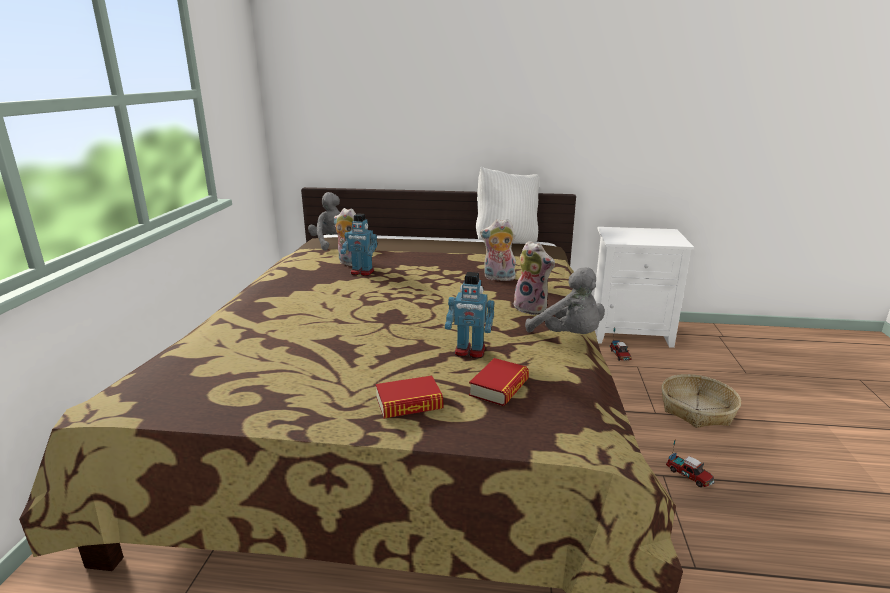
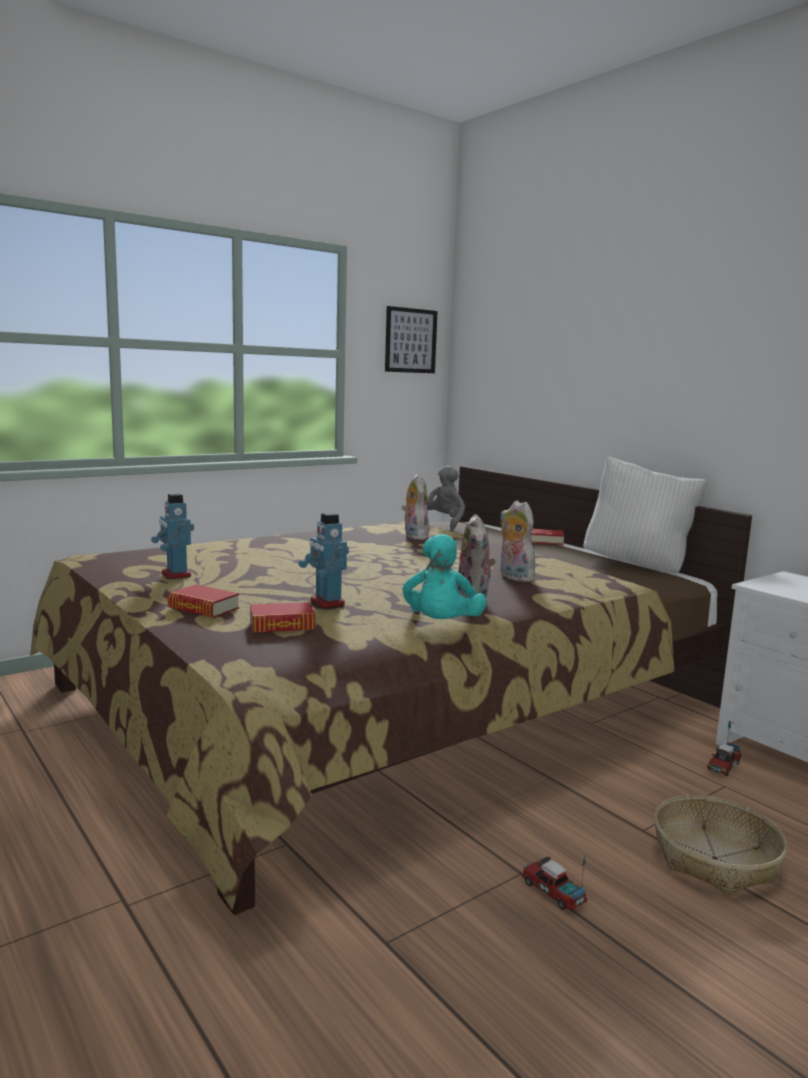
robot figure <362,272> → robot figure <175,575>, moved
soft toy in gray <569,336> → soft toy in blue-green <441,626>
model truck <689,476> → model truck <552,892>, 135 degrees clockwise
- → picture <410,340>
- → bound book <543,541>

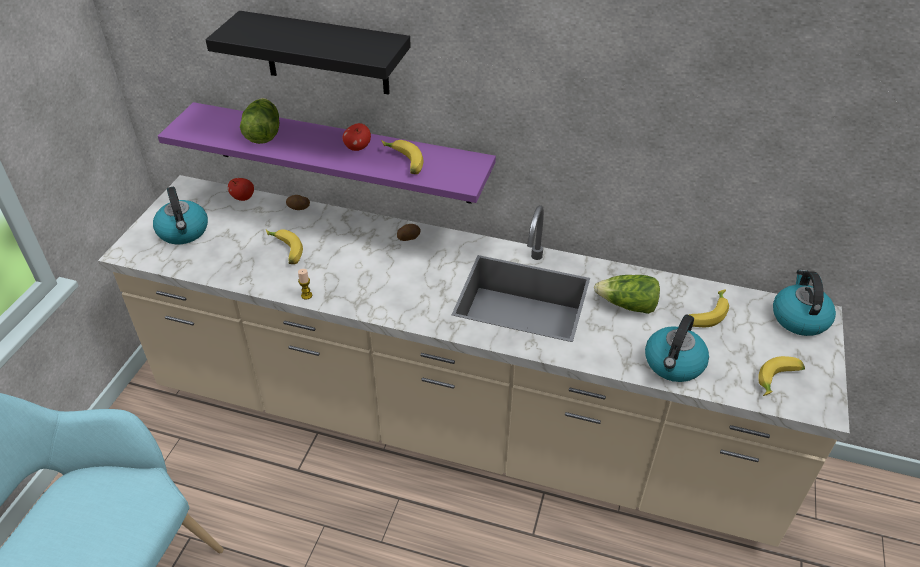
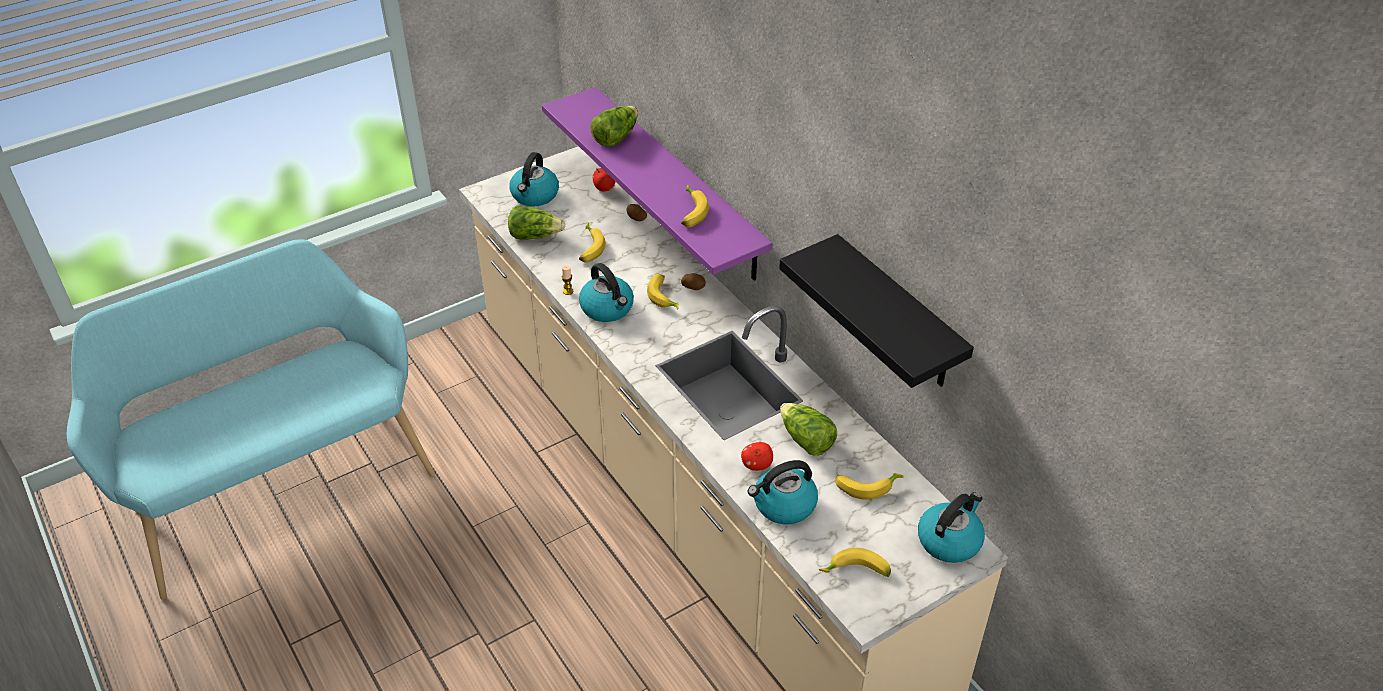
bracket shelf in blackish <326,54> → bracket shelf in blackish <898,315>, moved
apple fruit <357,148> → apple fruit <757,465>, moved
- → lettuce head <535,235>
- → water kettle <608,308>
- → whole banana <665,297>

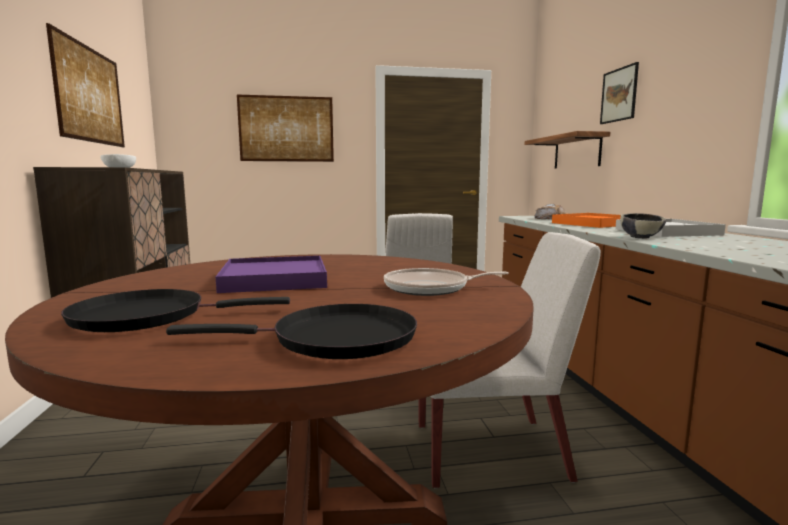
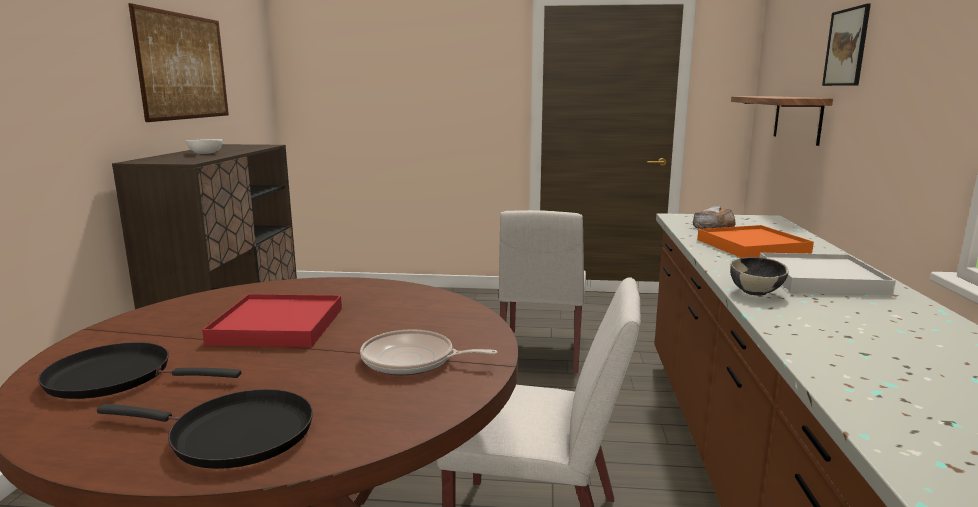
picture <286,129> → -
serving tray in purplish <274,279> → serving tray in red <277,326>

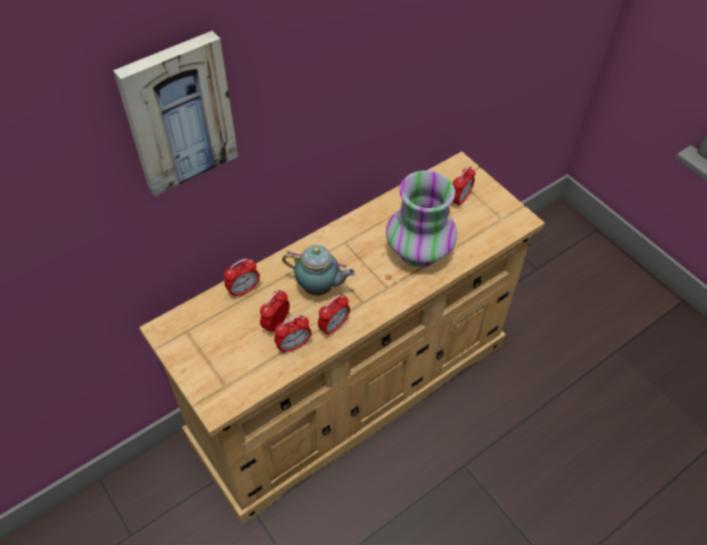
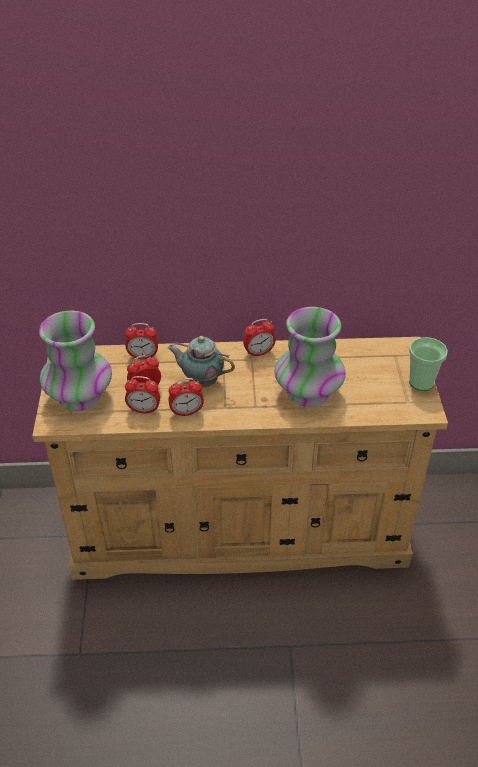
picture <178,113> → -
alarm clock <460,199> → alarm clock <259,353>, moved
pot for tea <319,288> → pot for tea <201,381>, 150 degrees clockwise
- → flower vase <79,397>
- → drinking cup <421,382>

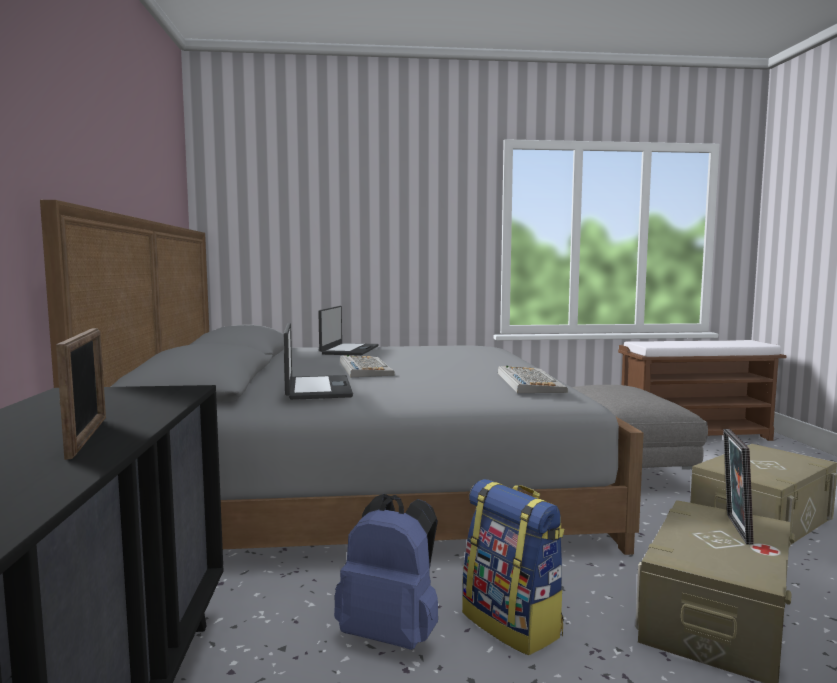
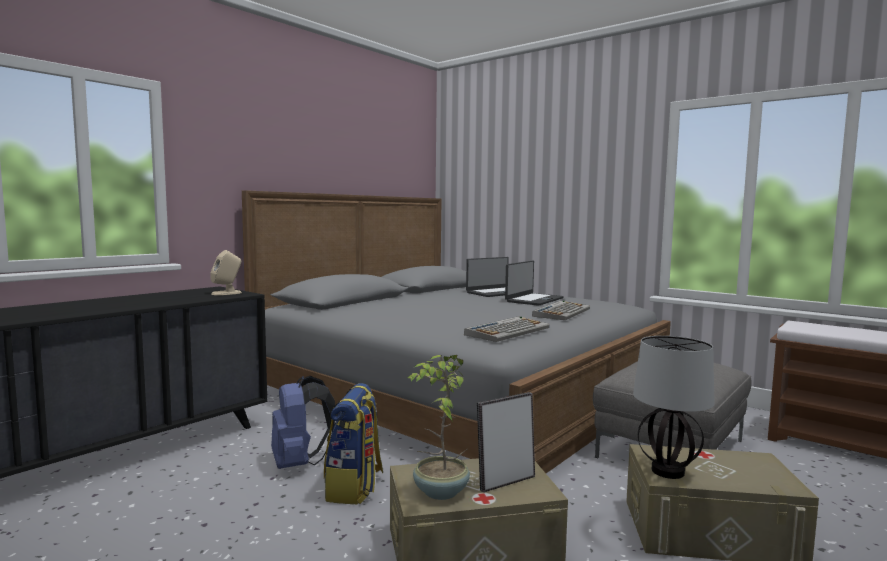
notebook computer <316,388> → notebook computer <534,300>, moved
picture frame <87,437> → -
keyboard <364,368> → keyboard <561,312>, moved
- → speaker in sand-coloured <227,293>
- → lamp for a table <668,471>
- → potted plant <439,492>

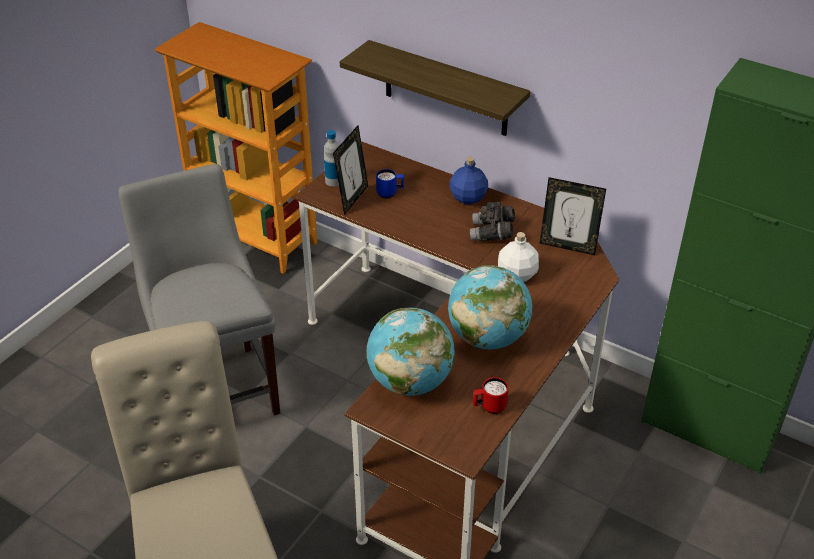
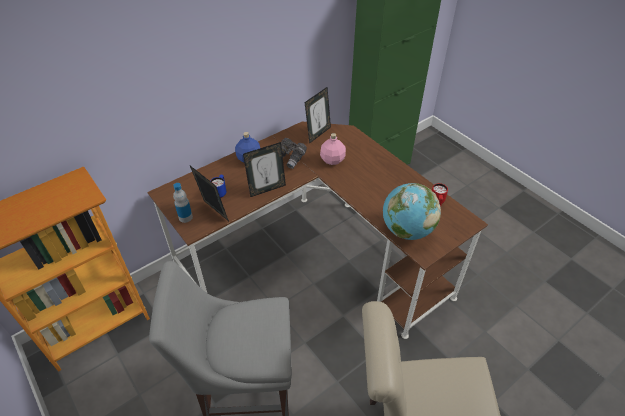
bracket shelf <446,89> → -
bottle in whitish <516,274> → bottle in pink-coloured <332,160>
desk globe <487,337> → -
- → picture frame <267,189>

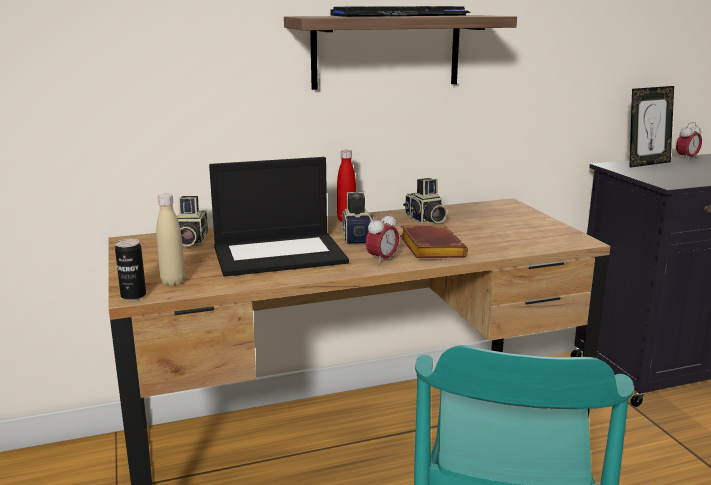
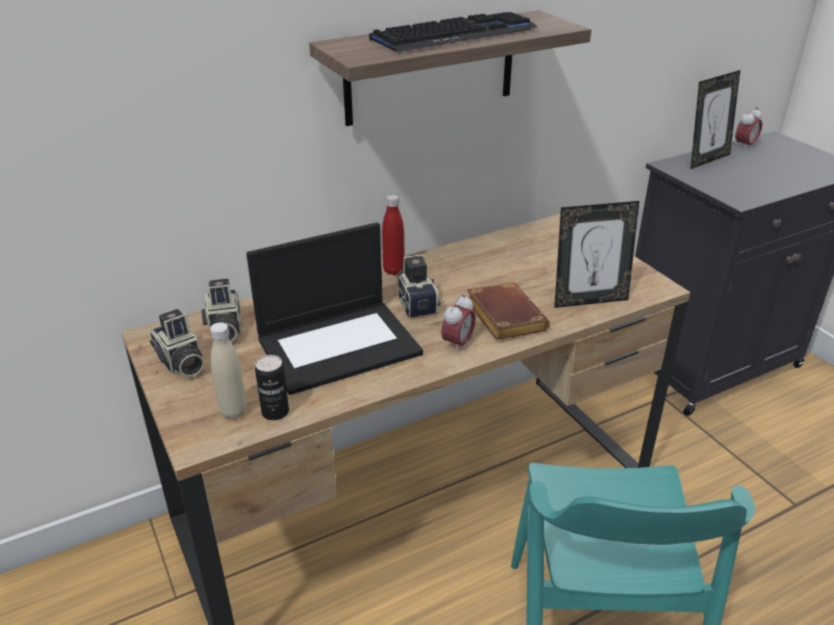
still camera <425,219> → still camera <180,363>, moved
sealed can <133,295> → sealed can <275,412>, moved
- → picture frame <589,300>

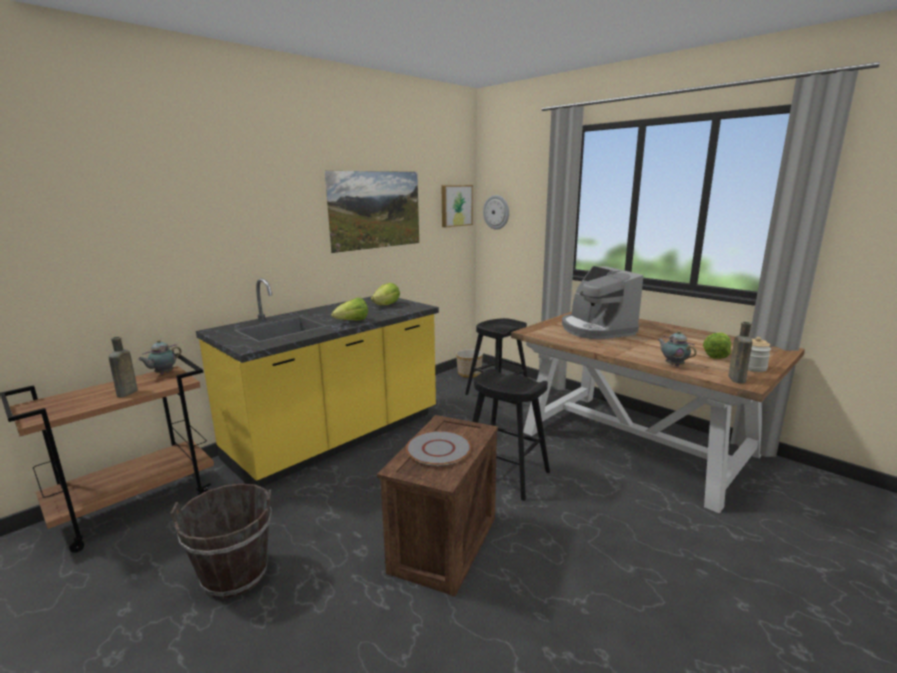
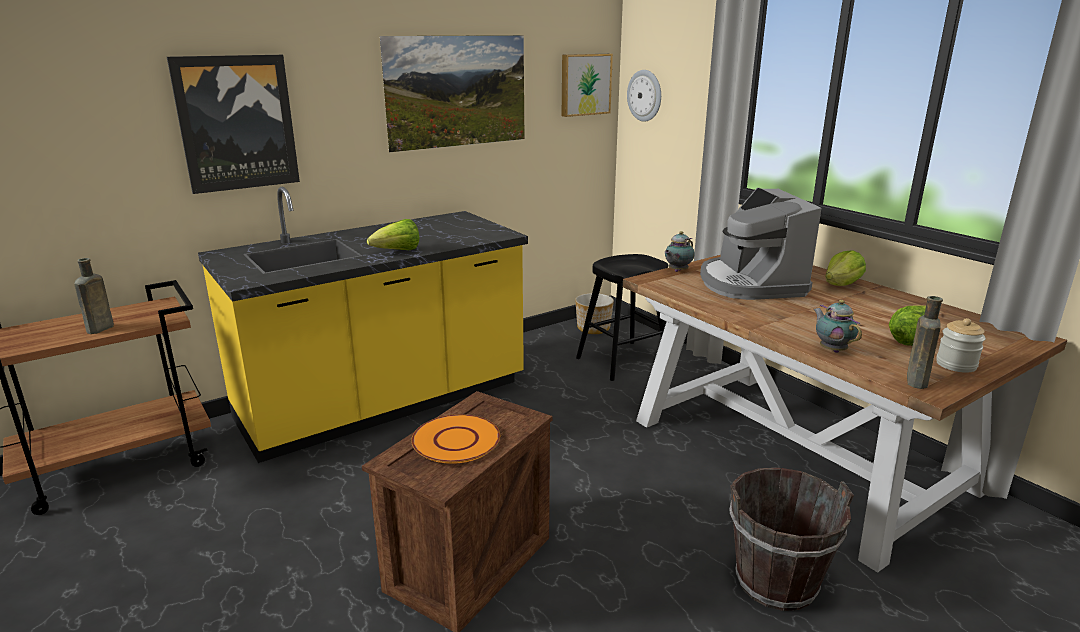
lettuce head <387,305> → lettuce head <842,285>, moved
pot for tea <163,373> → pot for tea <677,271>, moved
stool in blackish <505,474> → -
plate in gray <438,449> → plate in orange <456,440>
pail in brown <235,574> → pail in brown <776,581>, moved
- → picture <237,123>

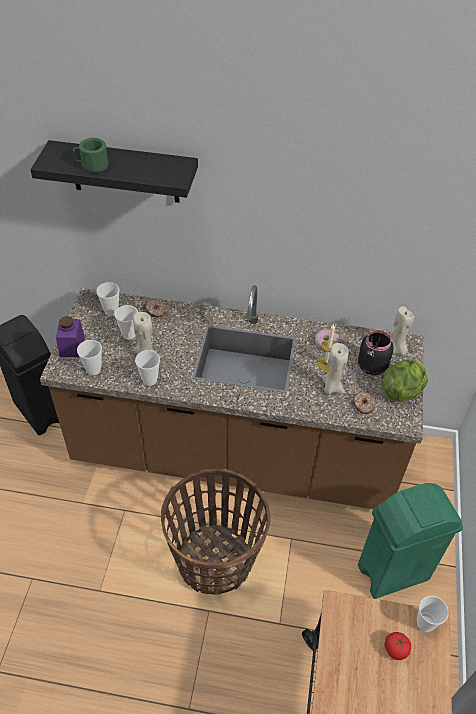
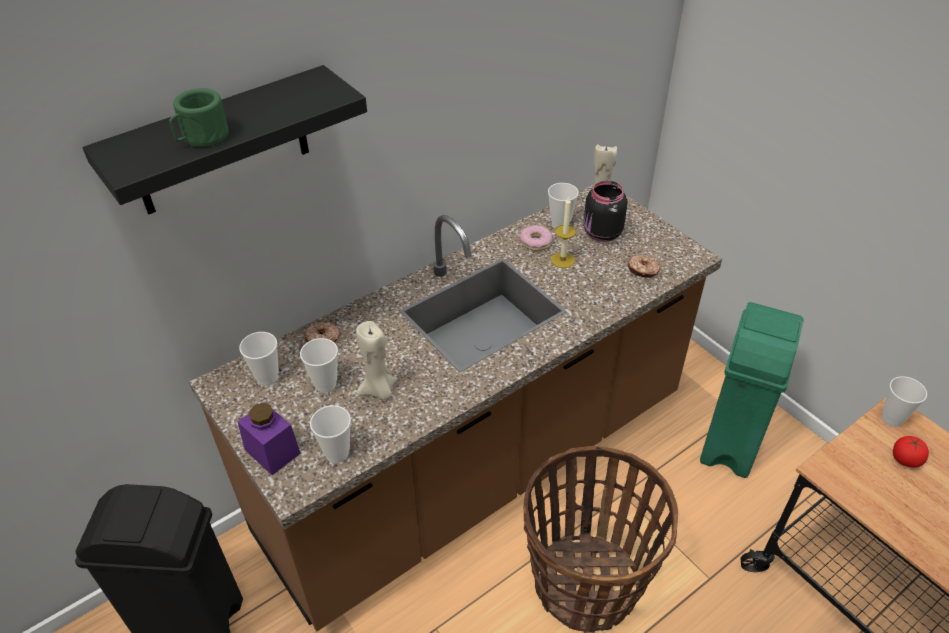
wax candle in sand-coloured <331,387> → -
drinking cup <149,380> → drinking cup <560,224>, moved
lettuce head <402,390> → -

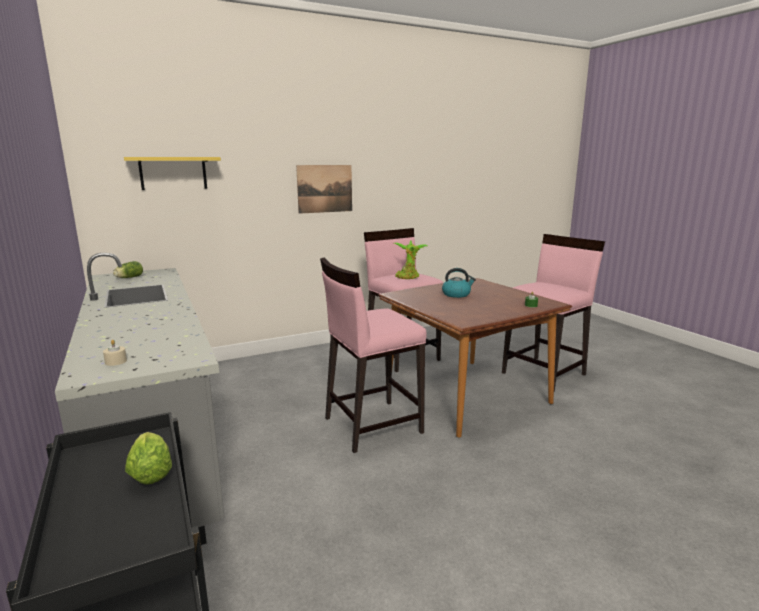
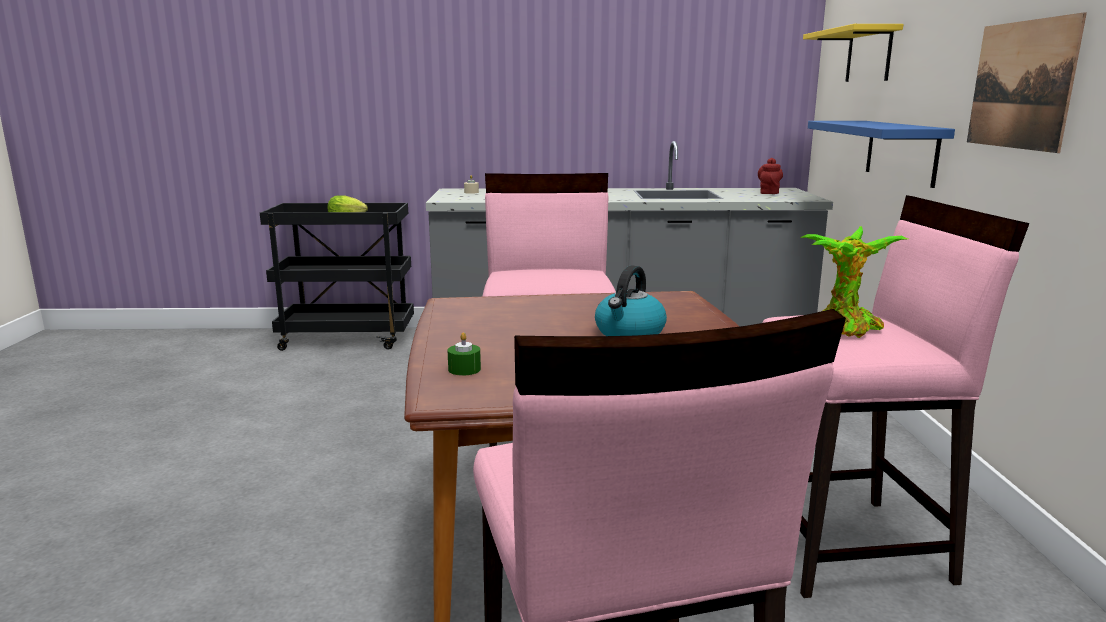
lettuce head <128,278> → pot for tea in red <769,193>
- → bracket shelf in blue <901,151>

